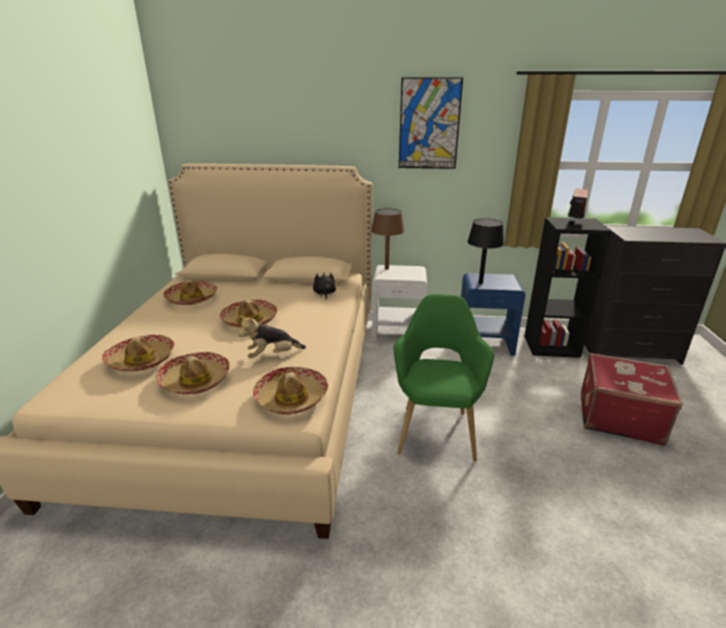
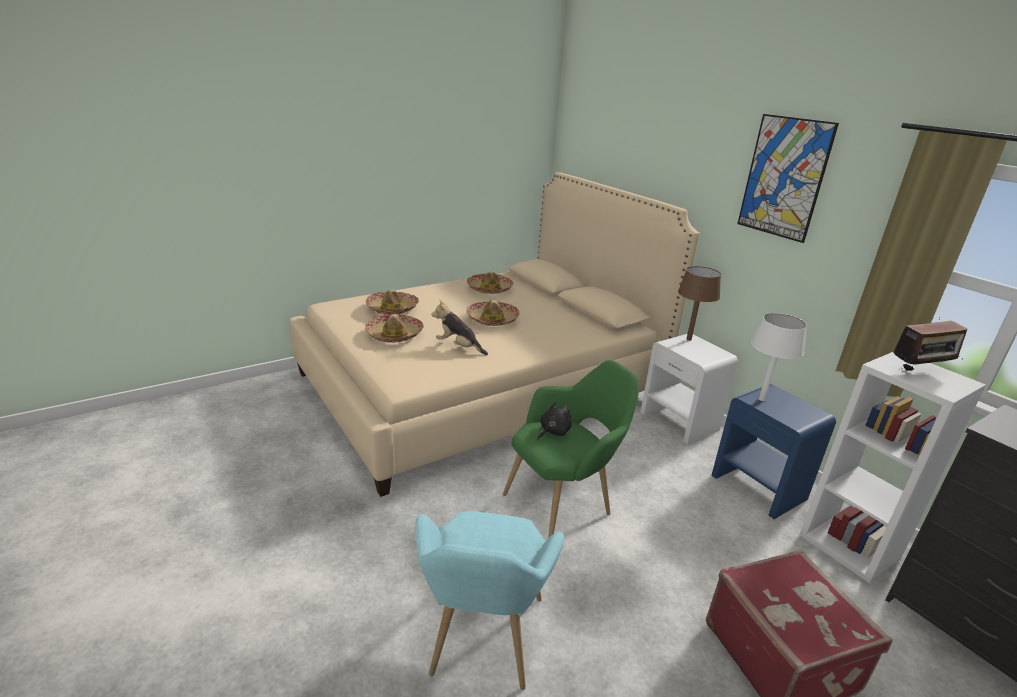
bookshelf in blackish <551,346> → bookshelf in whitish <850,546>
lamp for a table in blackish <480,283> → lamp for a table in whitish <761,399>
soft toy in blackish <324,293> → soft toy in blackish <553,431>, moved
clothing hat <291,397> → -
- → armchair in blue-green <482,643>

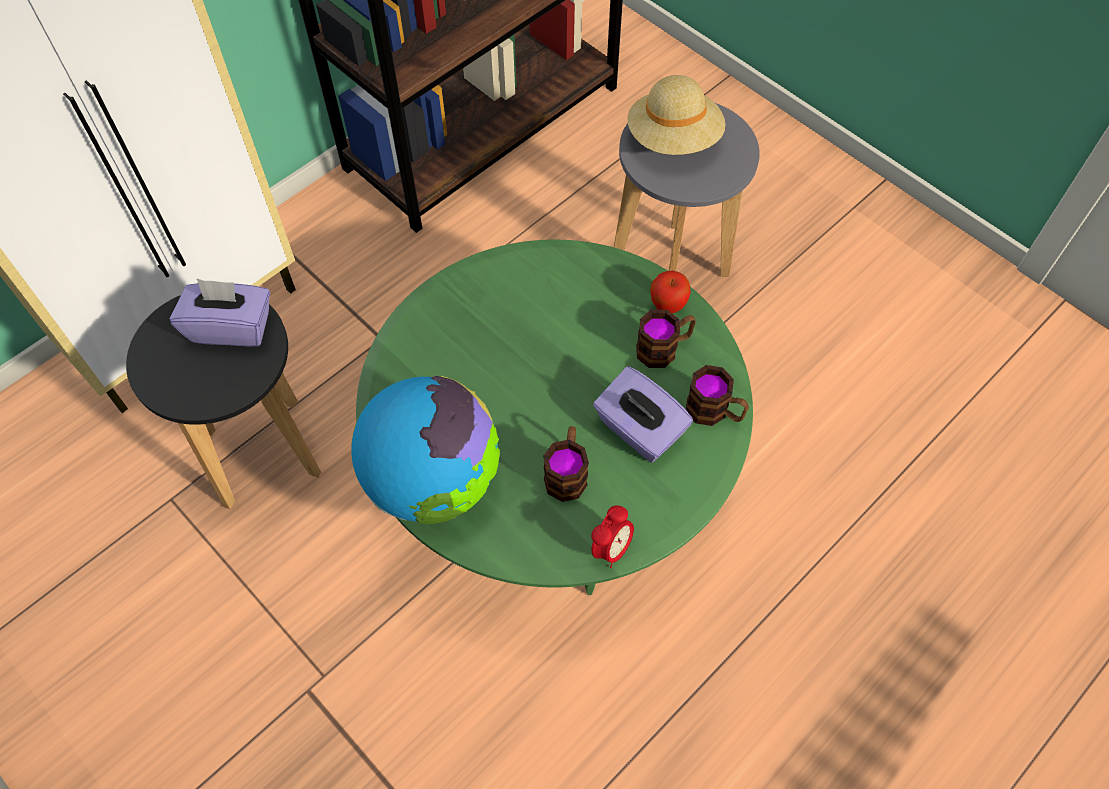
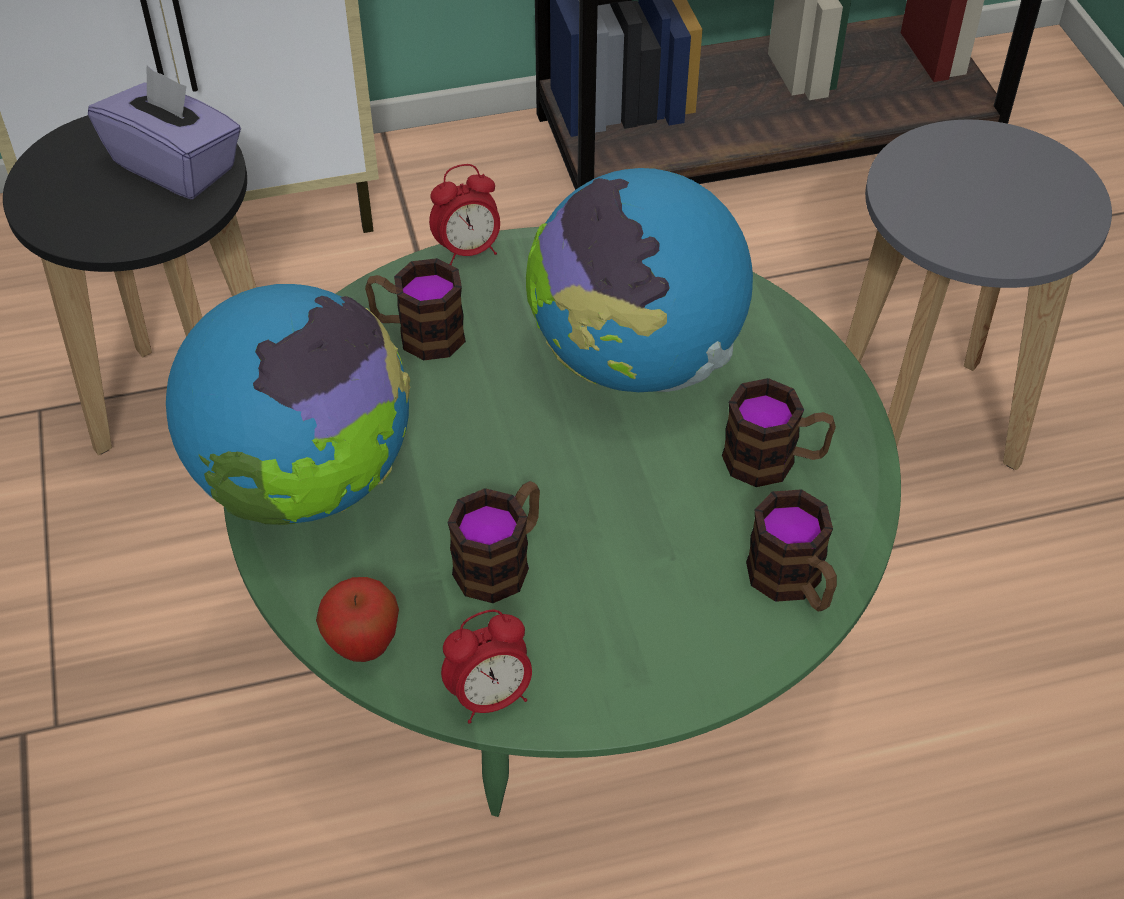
clothing hat in sand-coloured <674,139> → -
apple fruit <667,306> → apple fruit <363,646>, moved
box of tissues in purplish <639,430> → -
- → alarm clock <468,251>
- → desk globe <635,360>
- → tea mug <418,334>

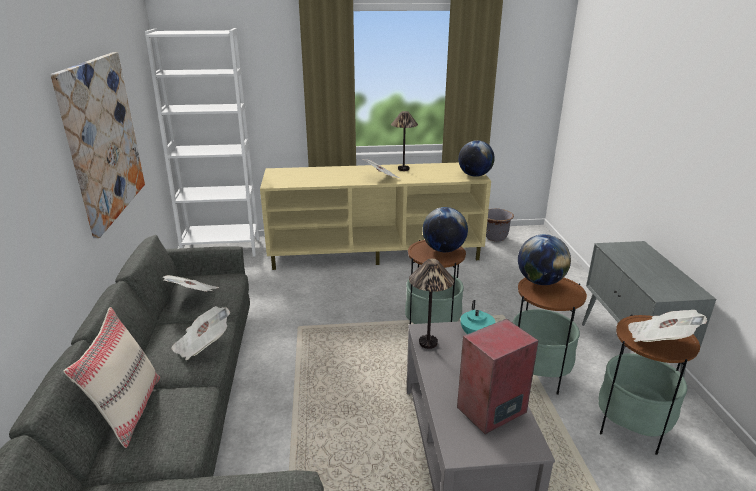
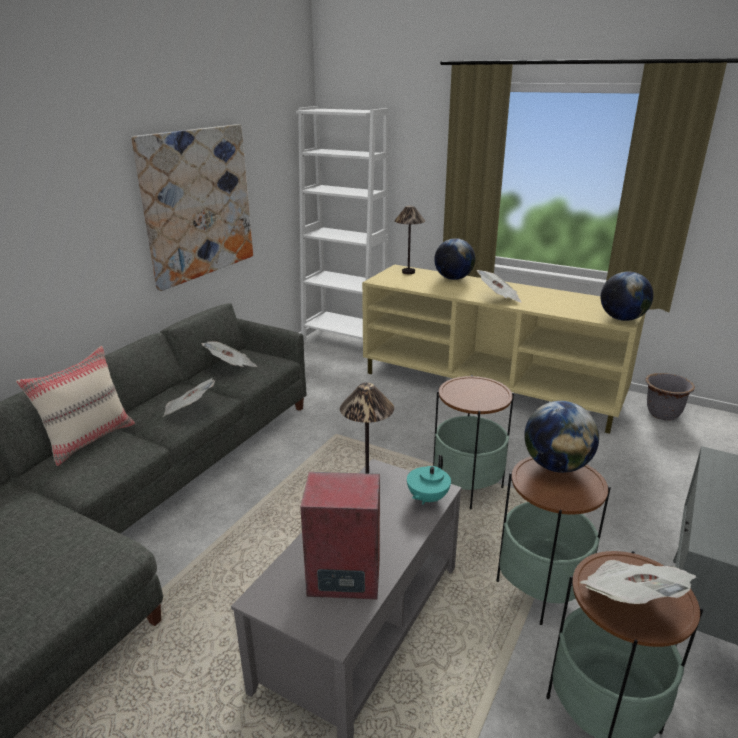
lamp for a table <403,169> → lamp for a table <408,272>, moved
desk globe <443,250> → desk globe <453,278>, moved

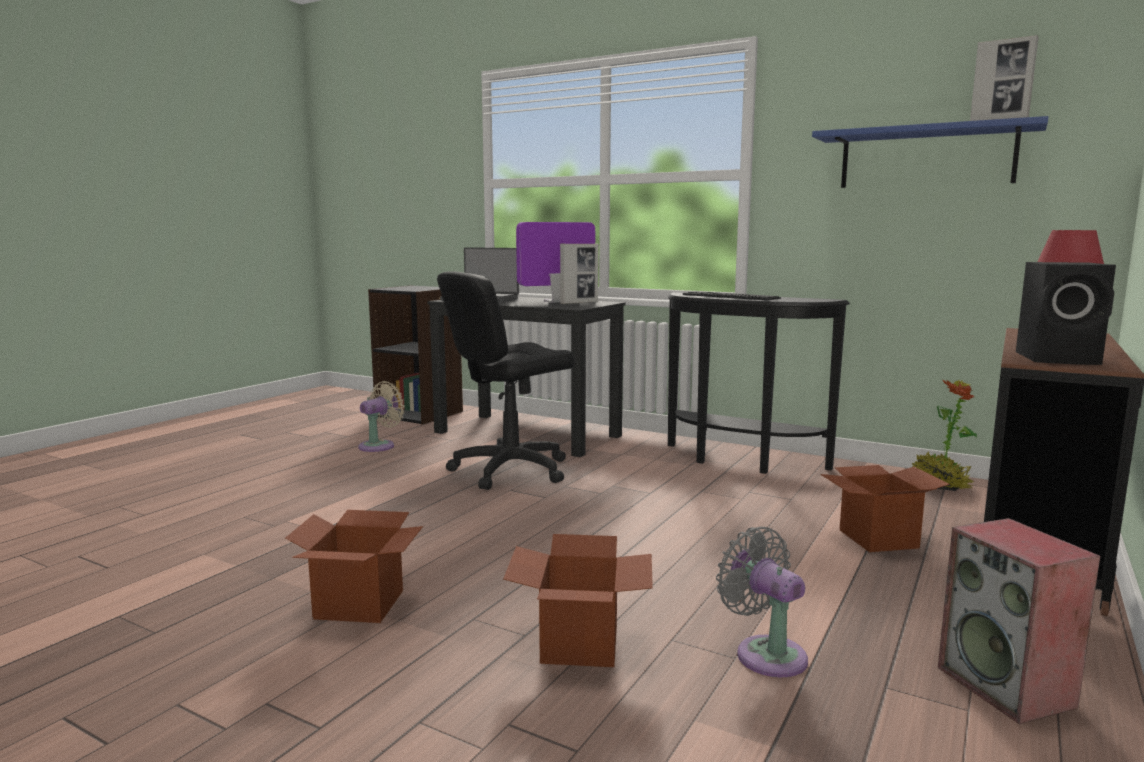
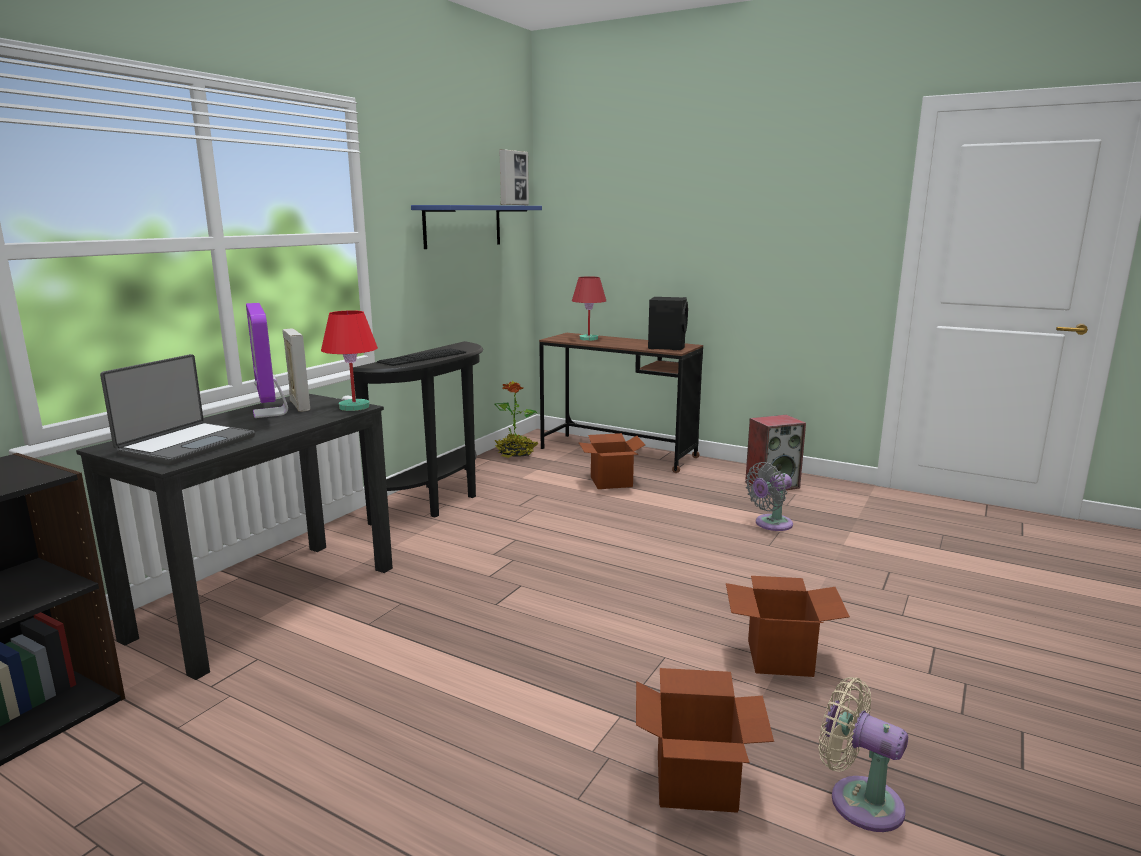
office chair in blackish <510,470> → -
electric fan in sand-coloured <380,446> → electric fan in sand-coloured <858,800>, moved
cardboard box <579,644> → cardboard box <695,783>, moved
- → lamp for a table in red <354,407>

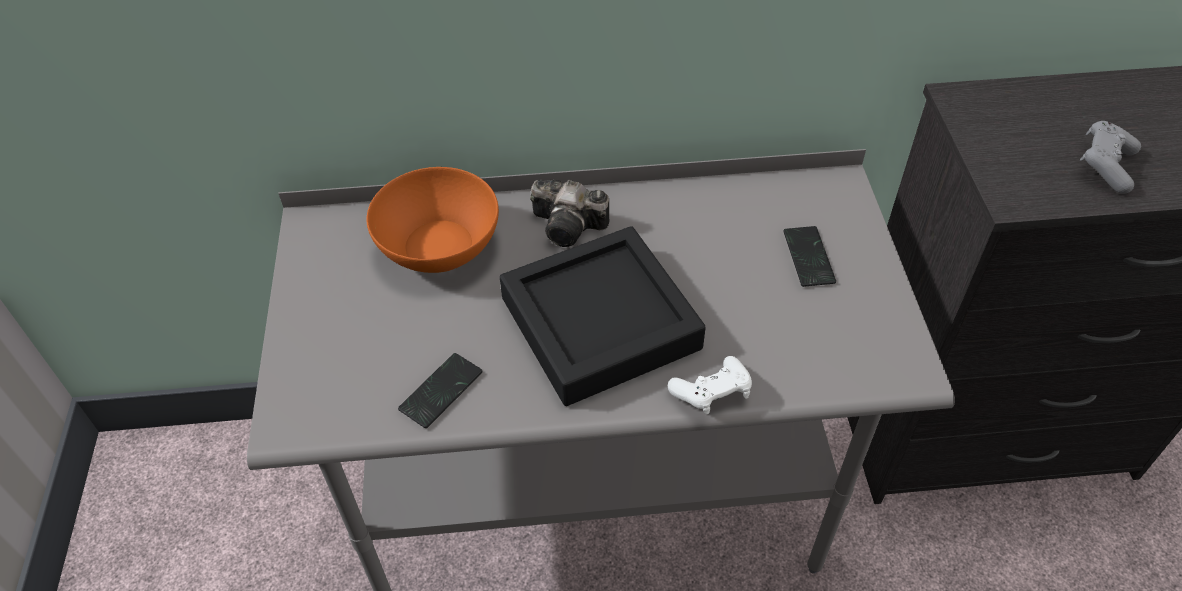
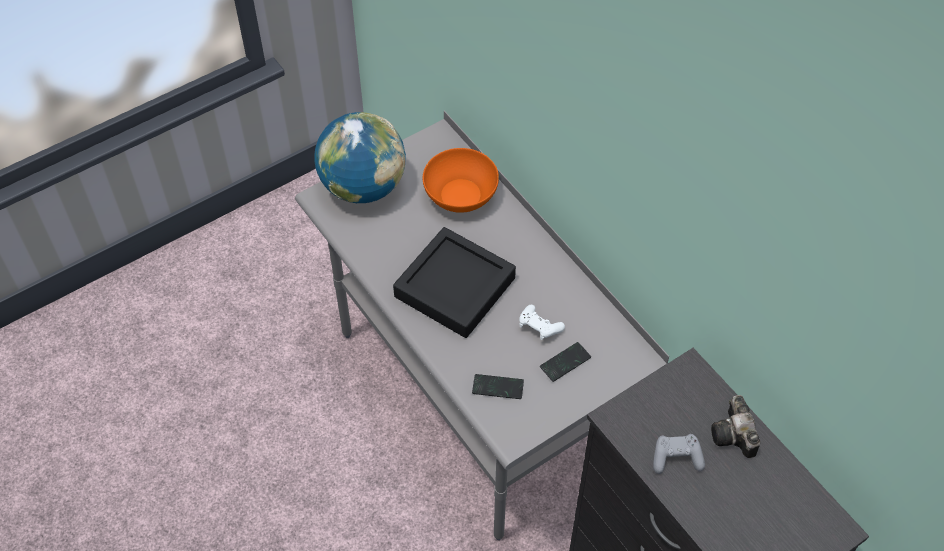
still camera <571,227> → still camera <734,437>, moved
handset <441,391> → handset <497,387>, moved
joypad in whitish <712,394> → joypad in whitish <539,328>, moved
- → desk globe <363,187>

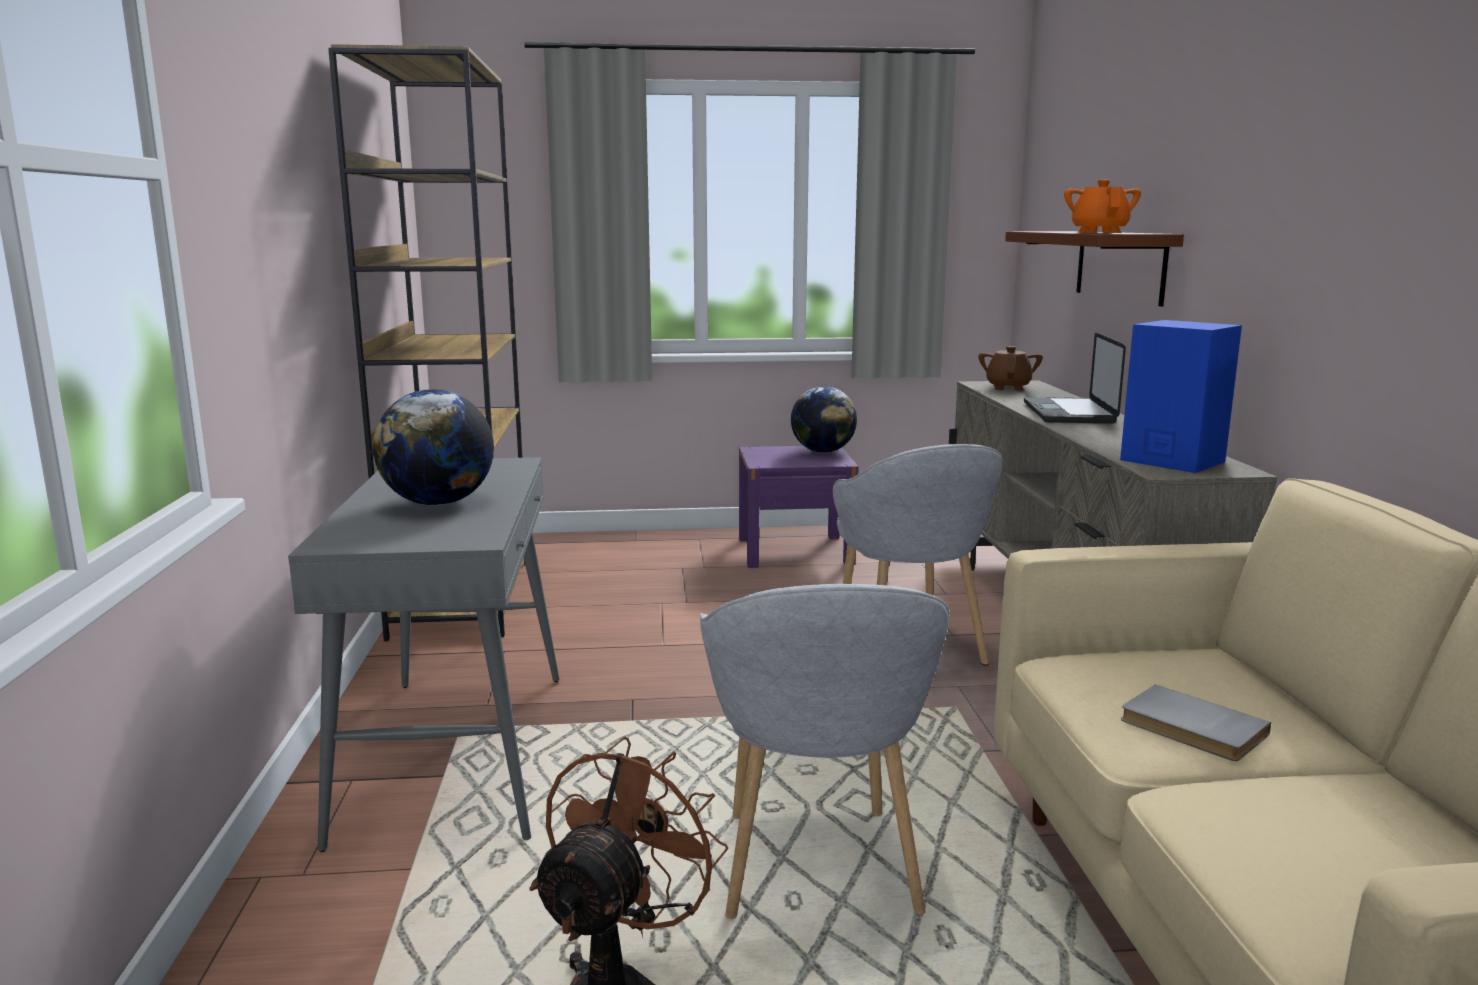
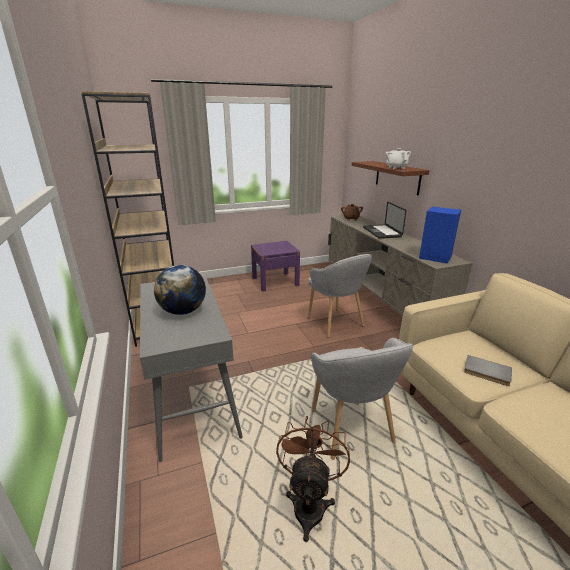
pot for tea in orange <1099,232> → pot for tea in whitish <396,167>
desk globe <823,451> → -

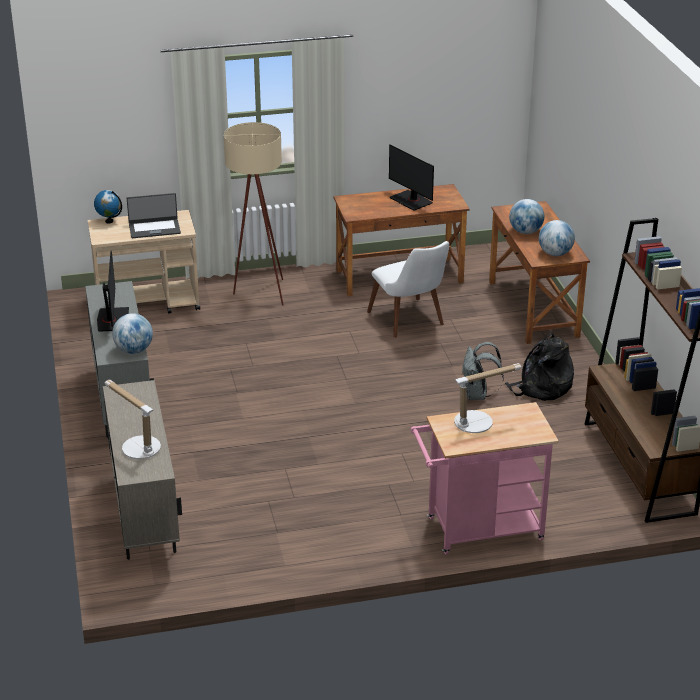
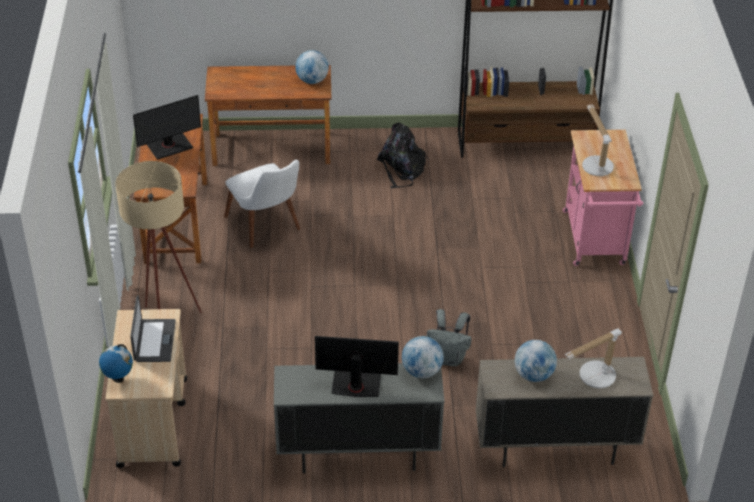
desk globe <525,232> → desk globe <533,375>, moved
plain chair in whitish <411,322> → plain chair in whitish <267,228>, 75 degrees clockwise
rucksack in gray <478,395> → rucksack in gray <448,358>, moved

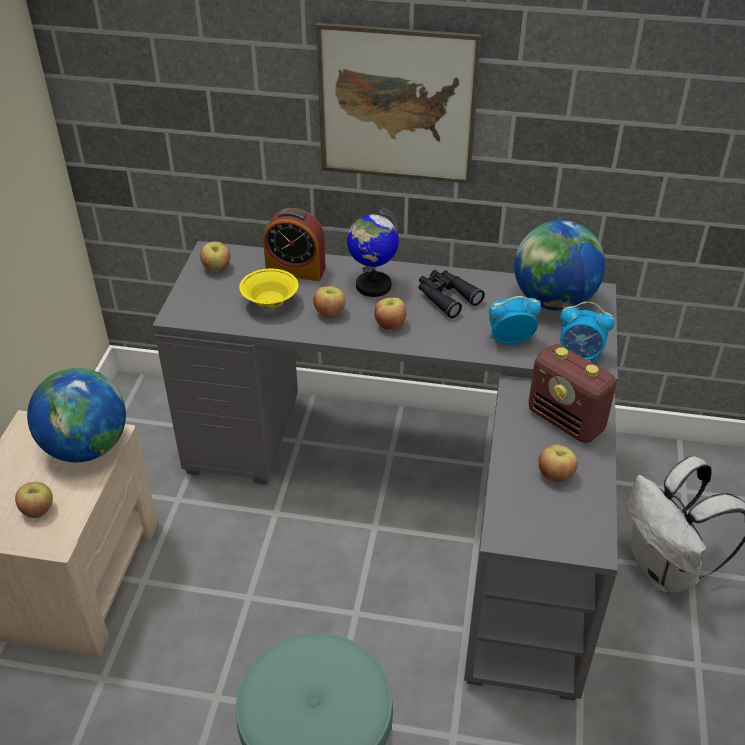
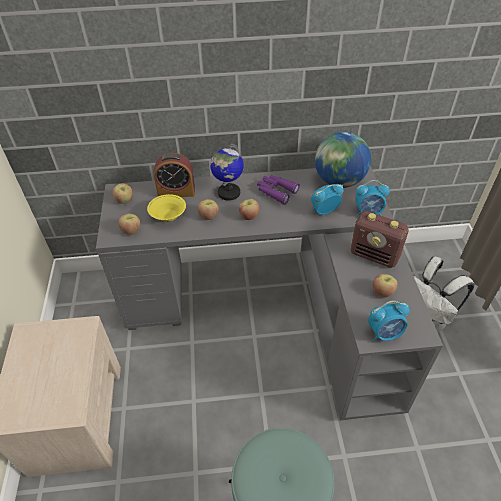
picture <397,105> → -
pair of binoculars in blackish <446,297> → pair of binoculars in purplish <276,191>
desk globe <86,447> → -
apple fruit <38,510> → apple fruit <131,230>, moved
- → alarm clock <384,333>

